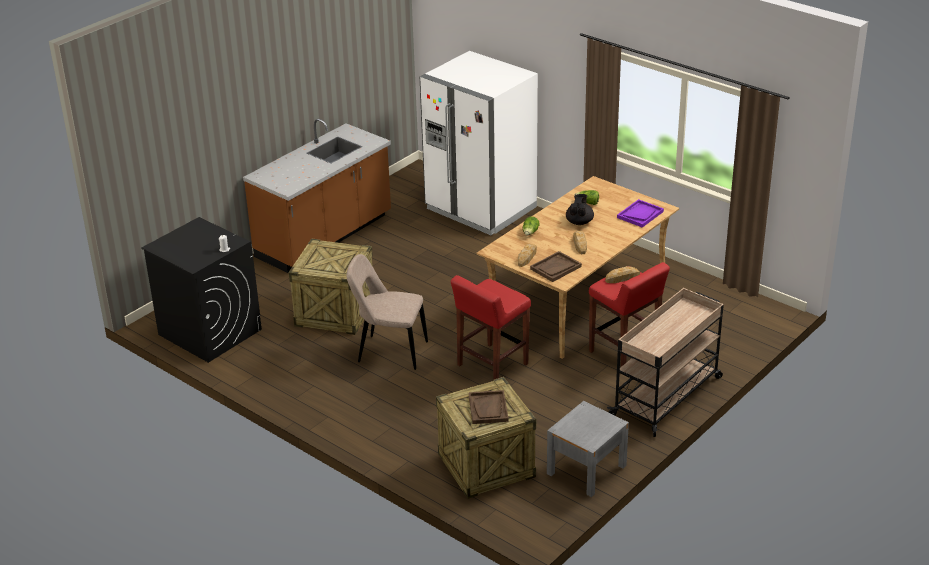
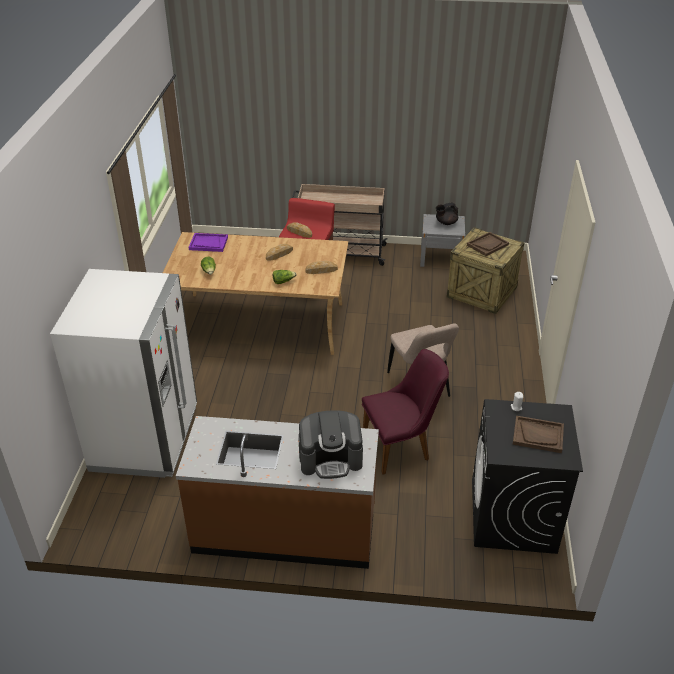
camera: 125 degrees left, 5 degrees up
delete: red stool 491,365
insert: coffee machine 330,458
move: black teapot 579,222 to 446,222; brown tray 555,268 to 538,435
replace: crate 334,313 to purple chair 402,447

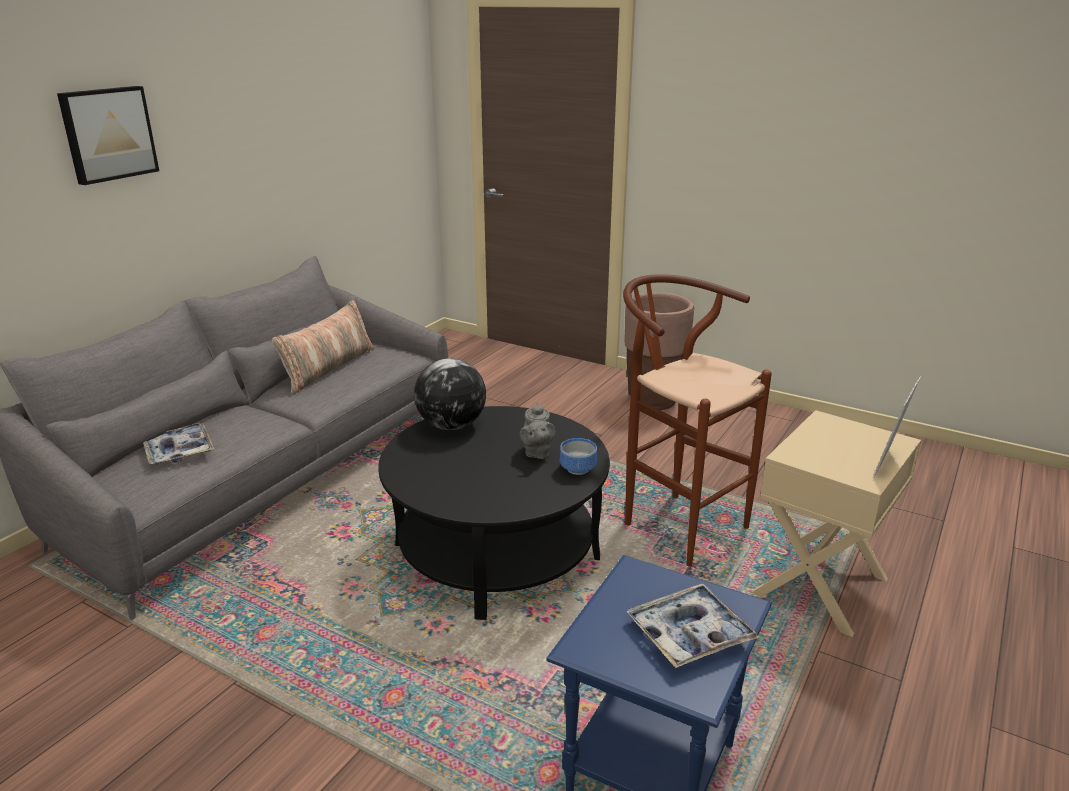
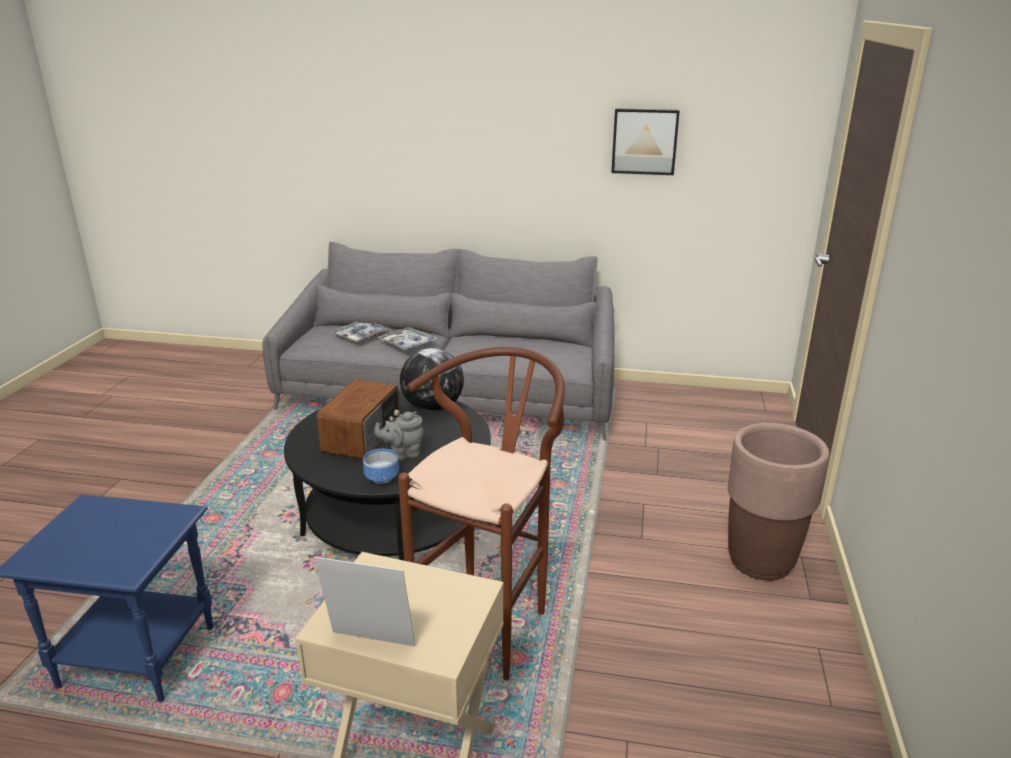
camera: 70 degrees right, 0 degrees up
delete: pillow 328,368
insert: radio 363,438
move: picture 108,134 to 644,141; tray 689,634 to 407,344

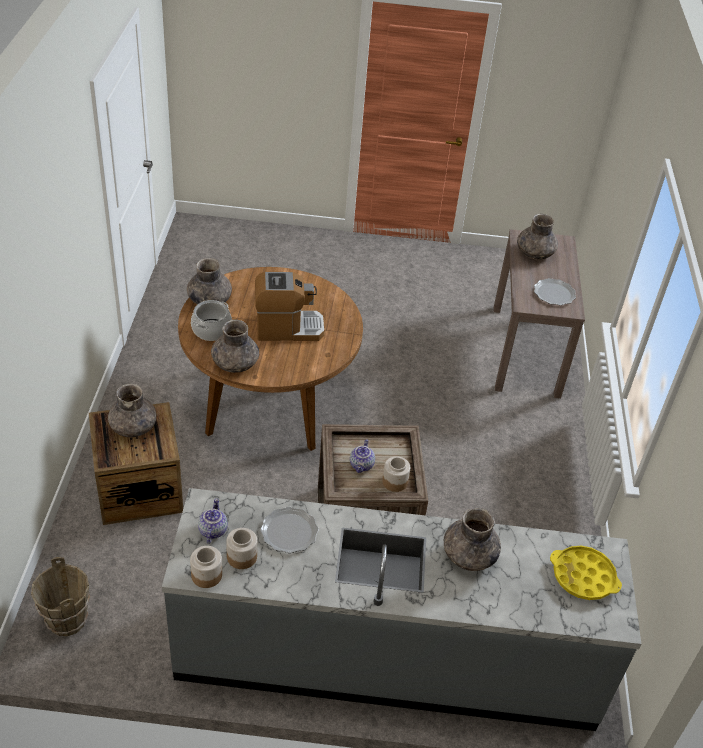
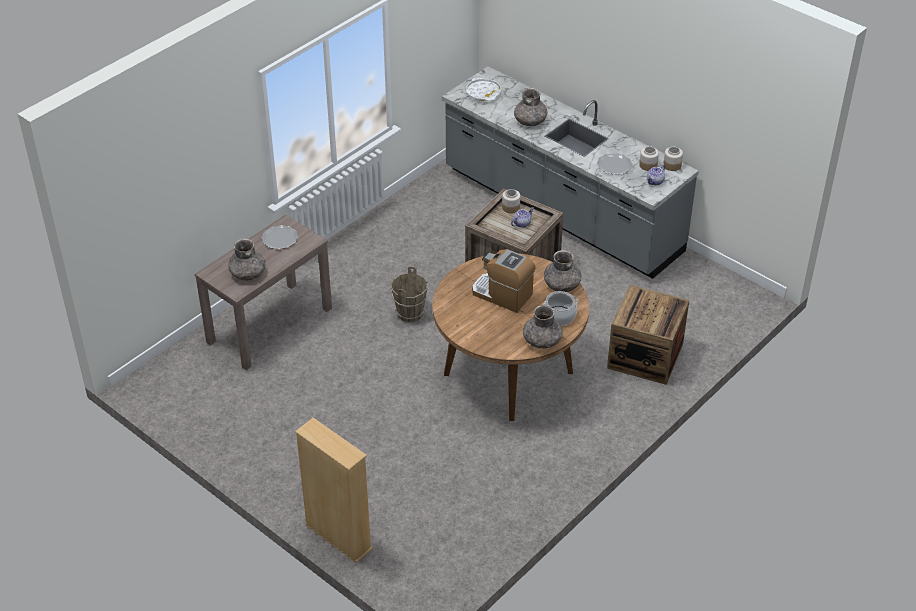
camera: 140 degrees left, 0 degrees up
delete: grey vase 133,427
insert: beige bookcase 338,537
move: brown bucket 66,620 to 410,313
recolor: yellow tray 583,576 to white tray 483,93

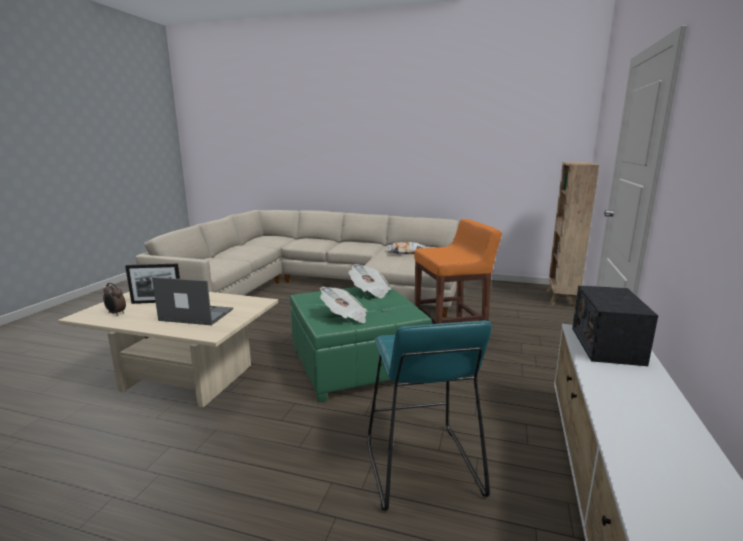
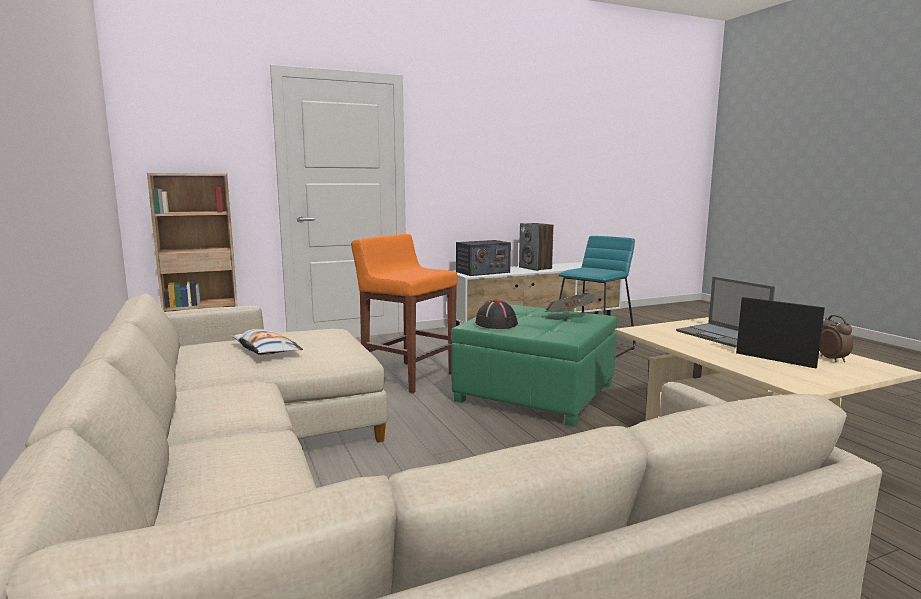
camera: 130 degrees left, 5 degrees down
insert: speaker 535,268
replace: newspaper 370,292 to black hat 495,324

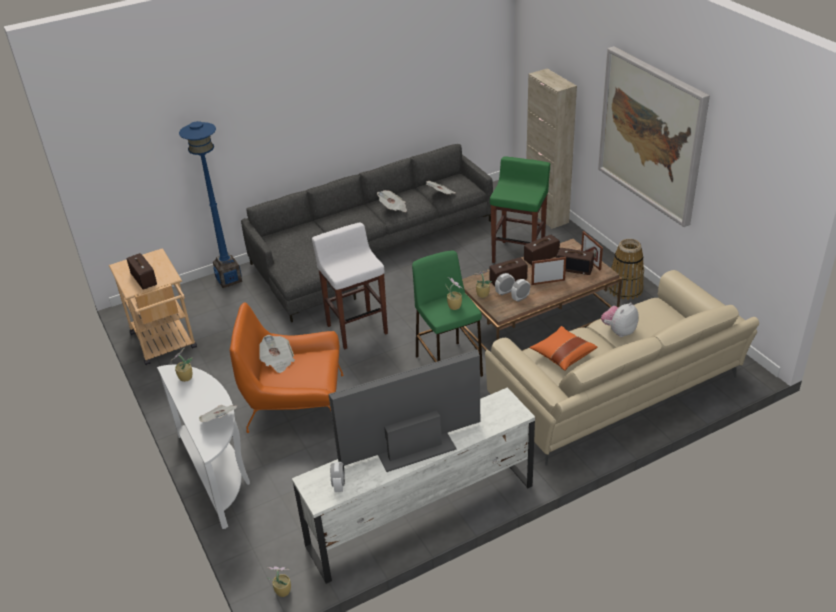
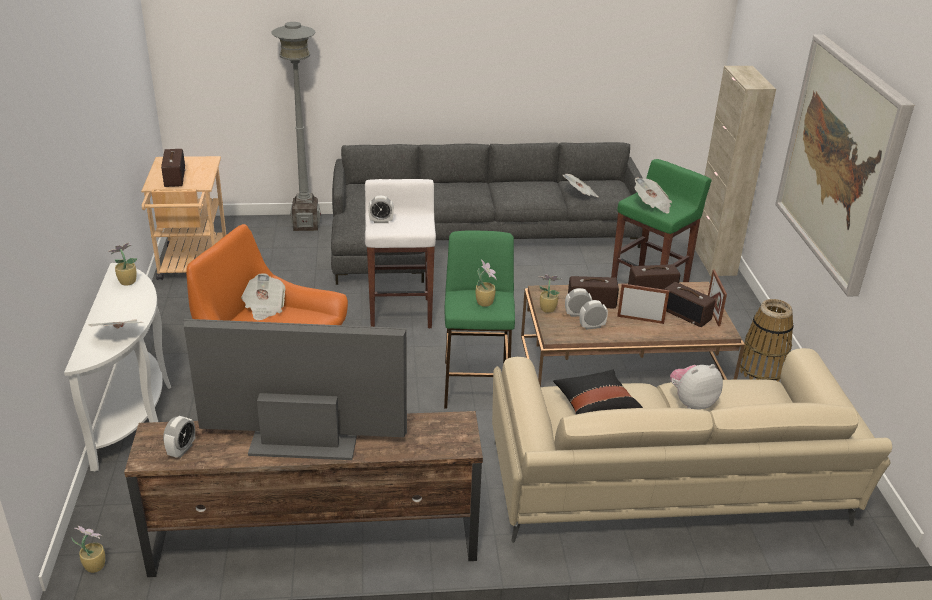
camera: 20 degrees right, 5 degrees down
insert: alarm clock 381,221
move: newspaper 393,208 to 652,205
recolor: blue floor lamp 229,279 to grey floor lamp 306,224; orange pillow 562,355 to black pillow 595,406; white tv stand 420,515 to brown tv stand 314,542

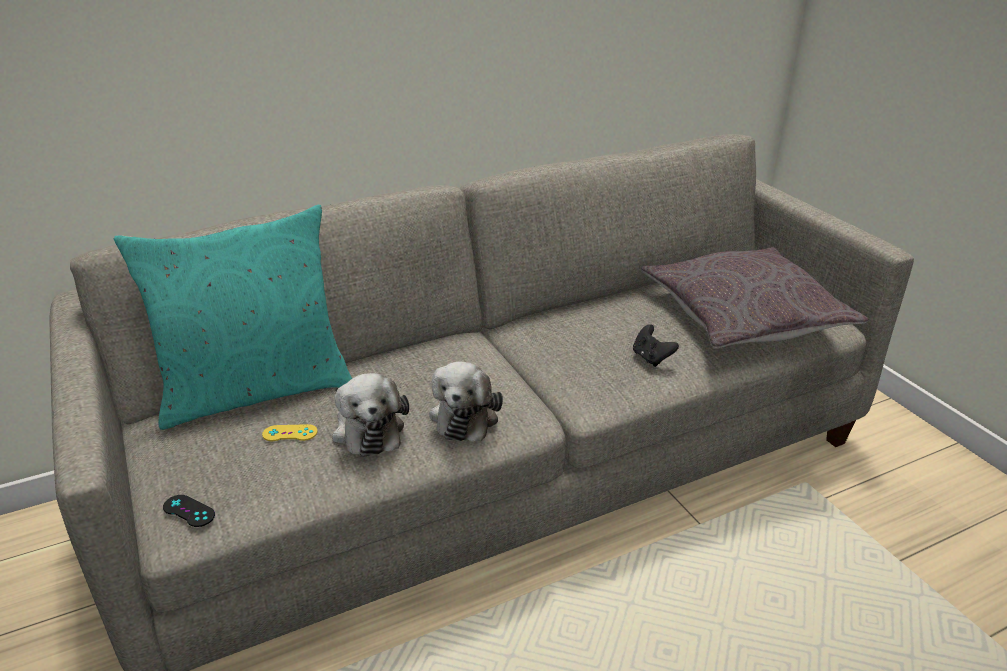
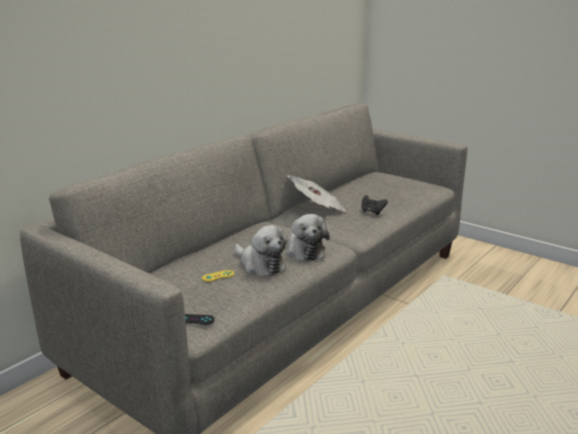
camera: 25 degrees left, 10 degrees down
delete: turquoise pillow 256,390; grey pillow 743,314
insert: newspaper 317,208

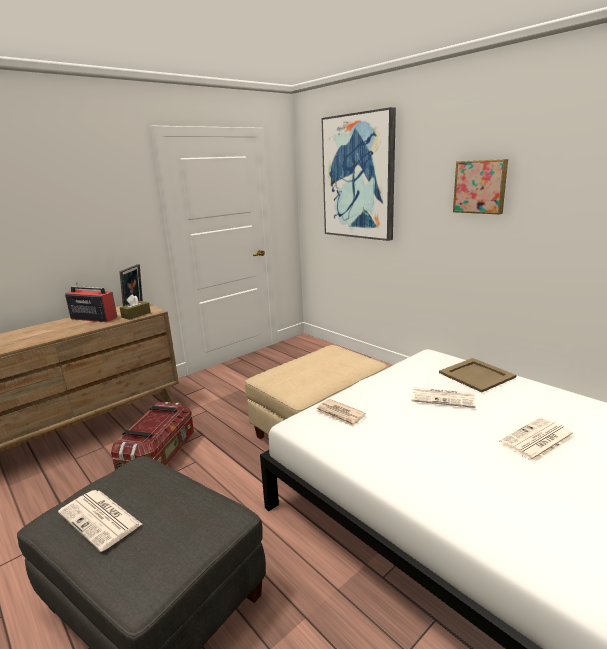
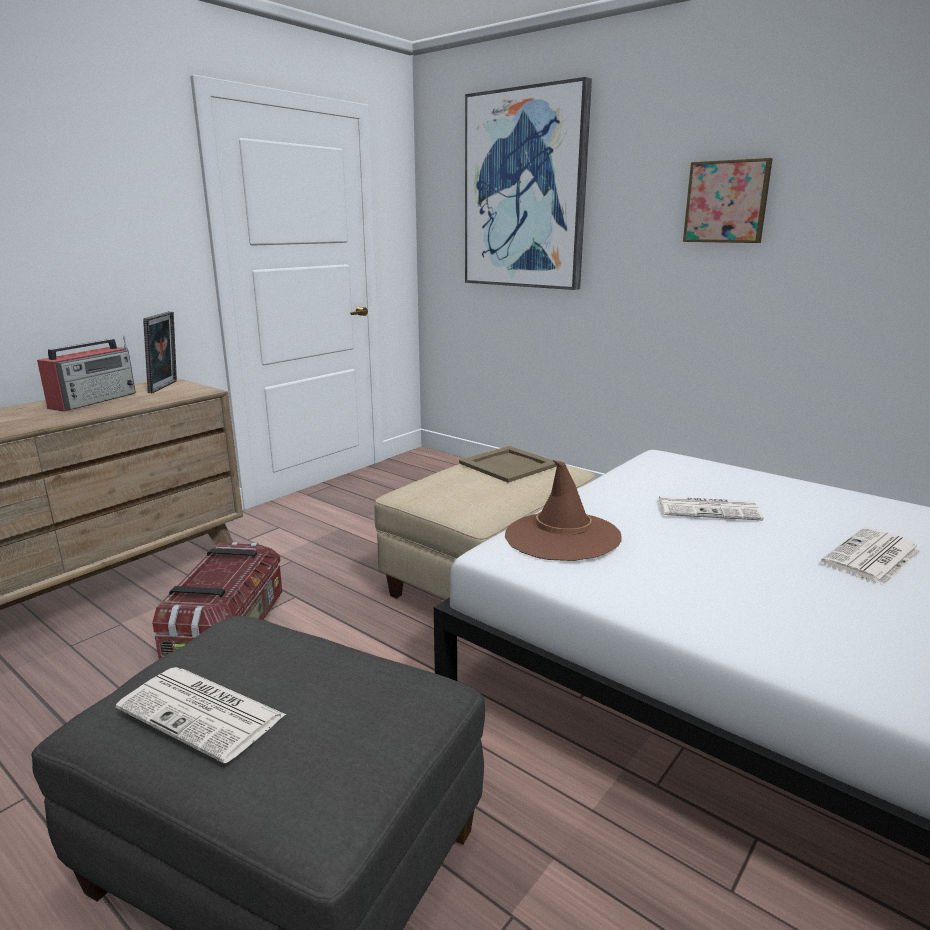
camera: 10 degrees left, 0 degrees up
delete: brown tissue box 136,315
move: beige tray 477,375 to 509,464
replace: newspaper 340,414 to brown hat 562,537
rotate: radio 93,318 = 95,400 105 degrees clockwise

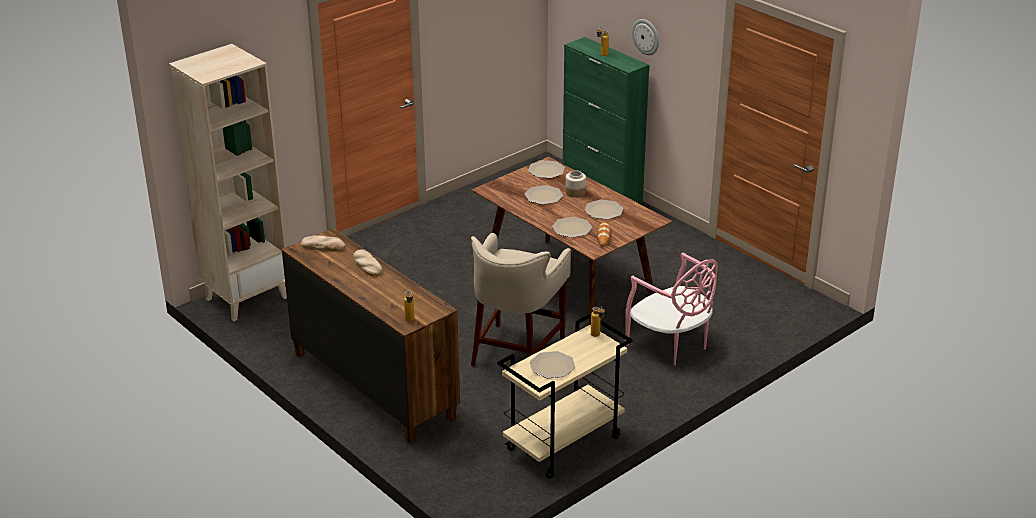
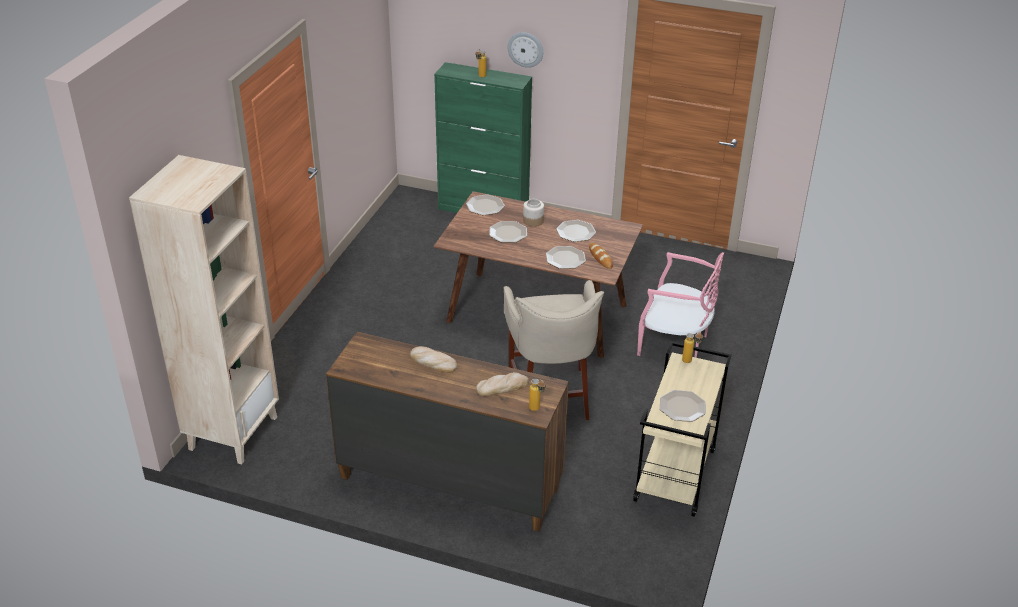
camera: 30 degrees left, 5 degrees up
move: bread 323,246 to 502,386

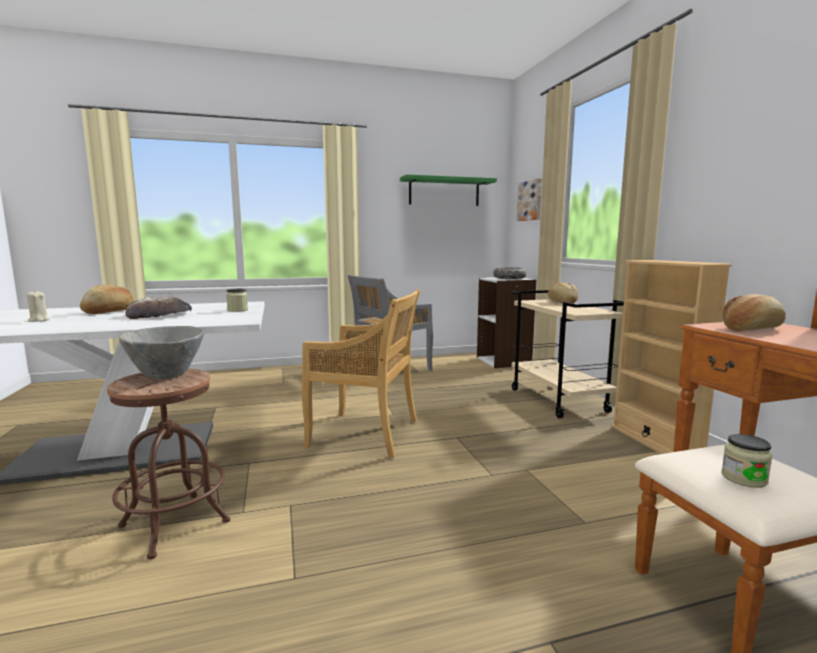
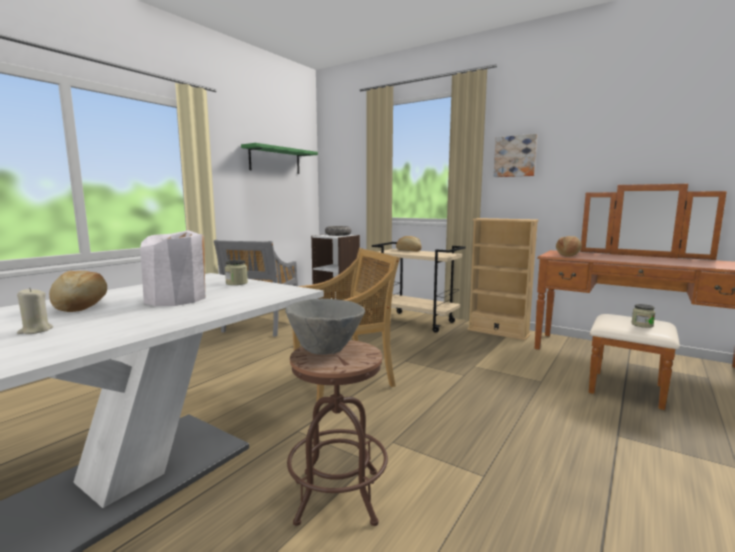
camera: 40 degrees left, 0 degrees up
move: picture 530,200 to 515,156
replace: bread 160,315 to white vase 176,299

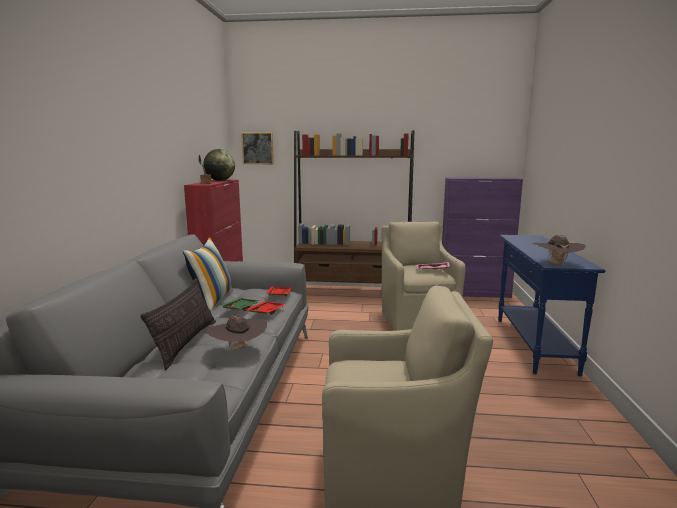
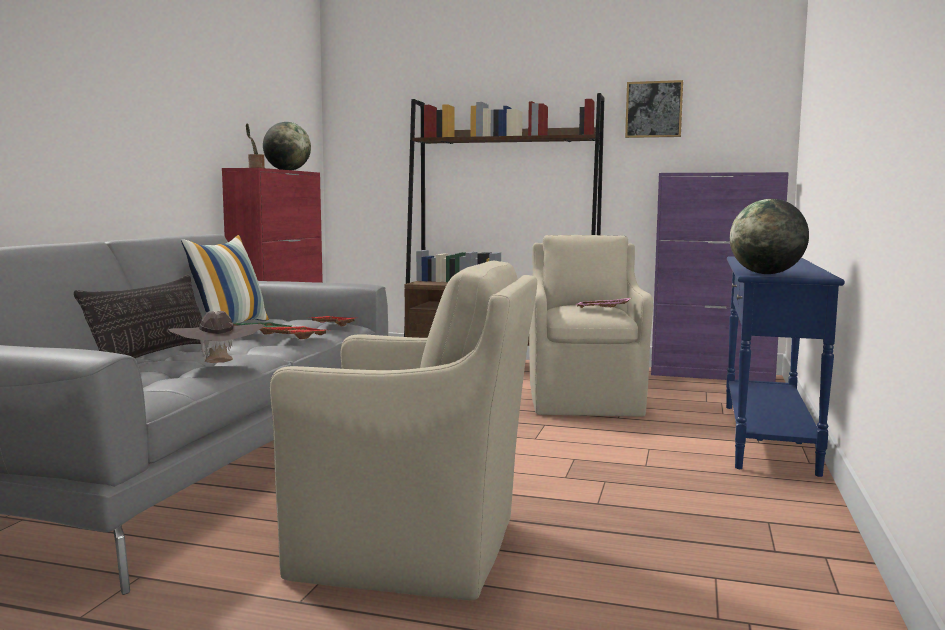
camera: 10 degrees right, 5 degrees down
move: picture 257,148 to 654,109
replace: brown hat 556,264 to globe 766,274

